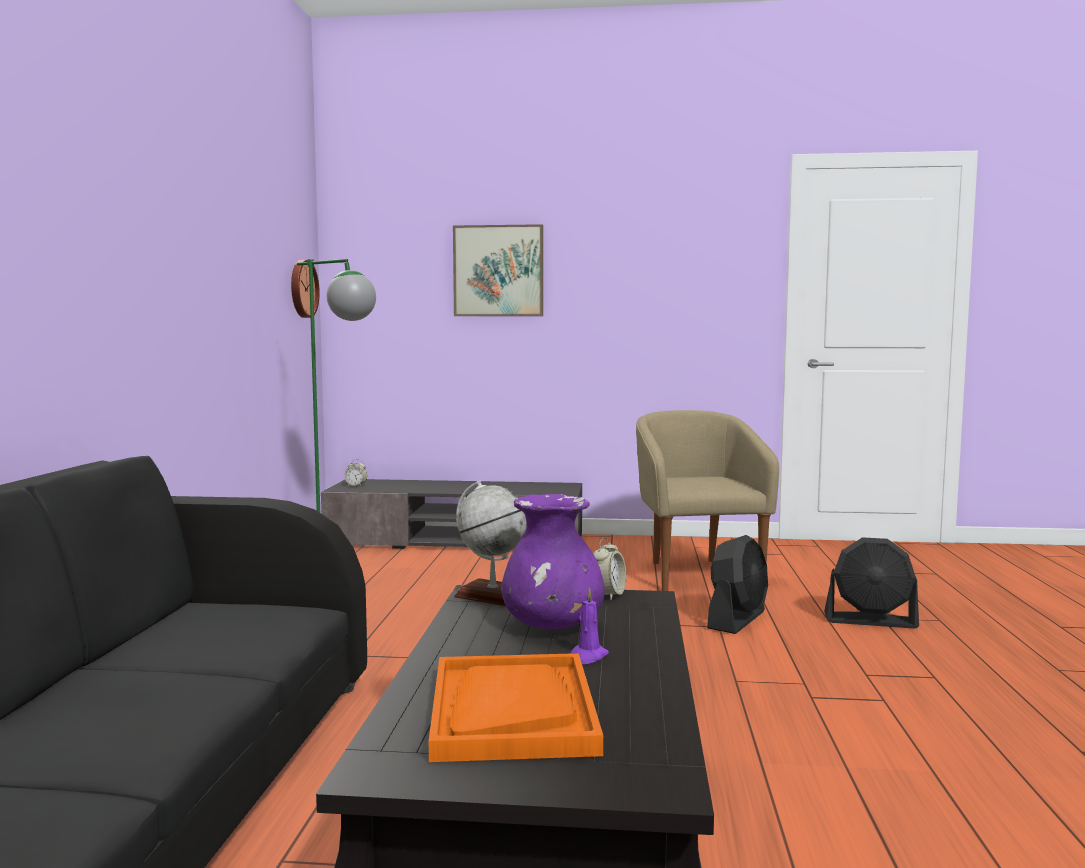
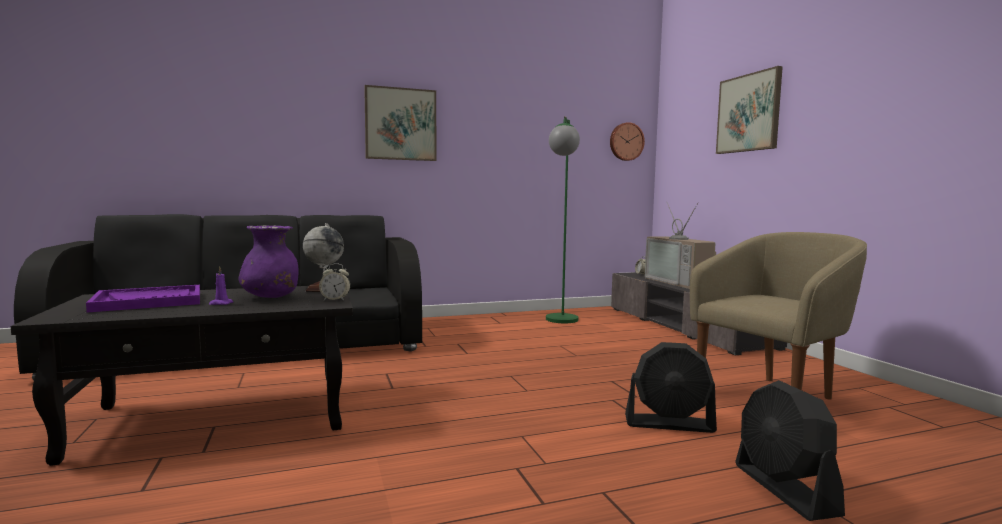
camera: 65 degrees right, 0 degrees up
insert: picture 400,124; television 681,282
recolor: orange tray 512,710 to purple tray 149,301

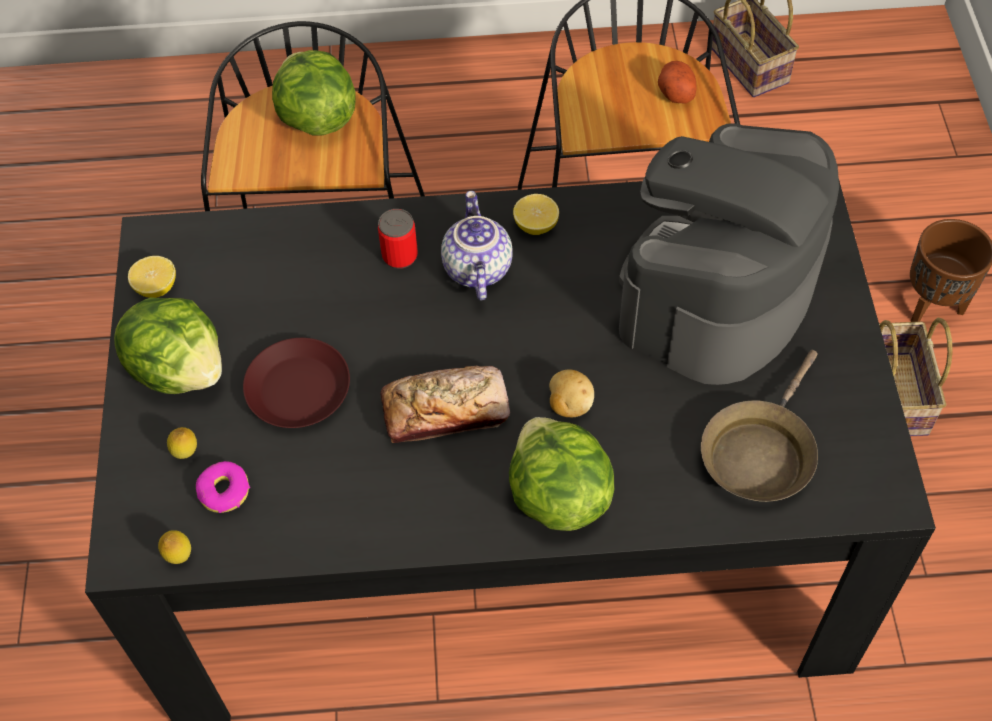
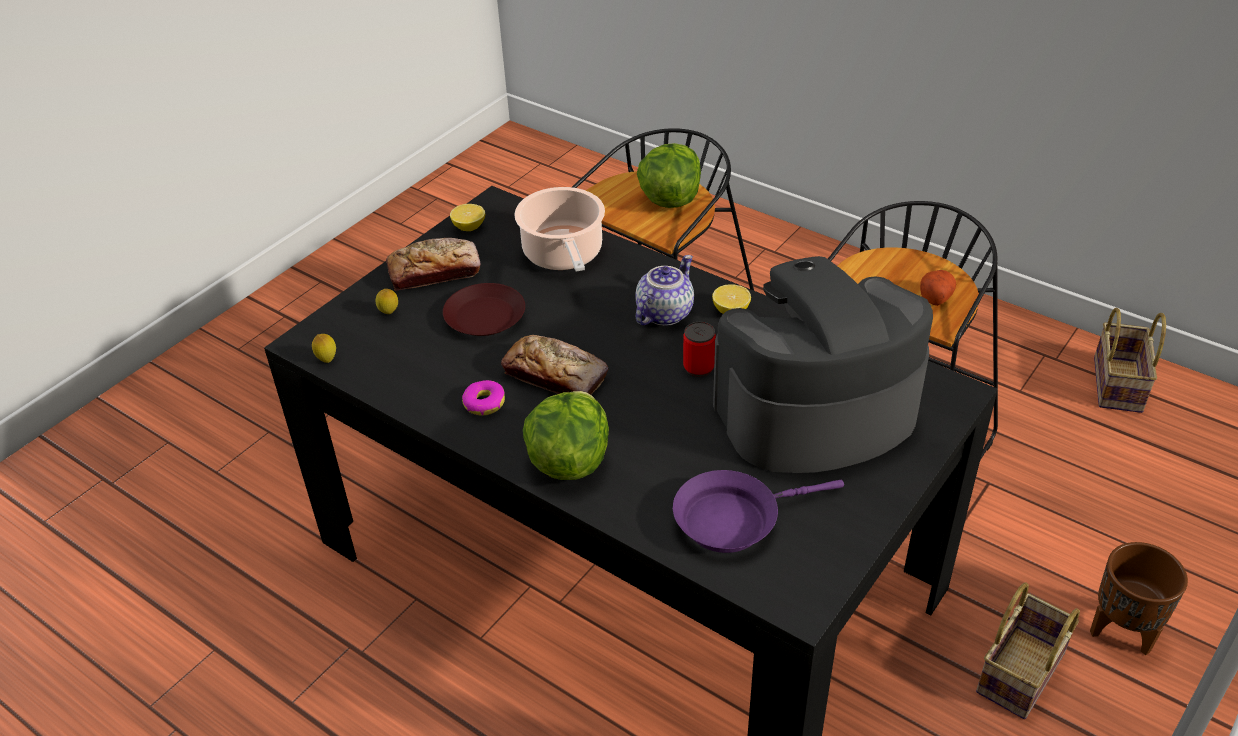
camera: 40 degrees right, 15 degrees down
delete: potato 569,404
insert: cooking pot 563,255
move: can 400,256 to 698,367; donut 224,492 to 484,403
replace: lettuce 180,369 to bread 434,272
recolor: brown frying pan 759,452 to purple frying pan 734,519

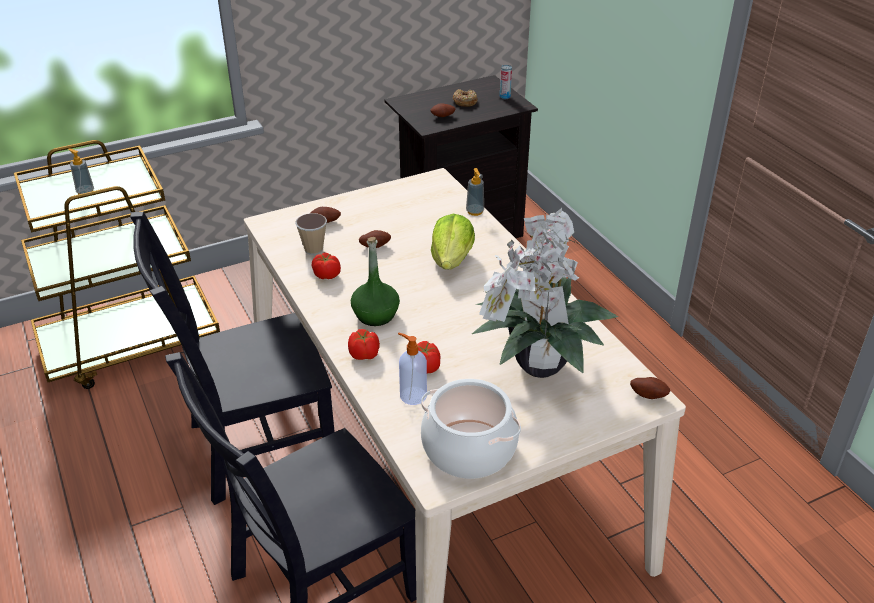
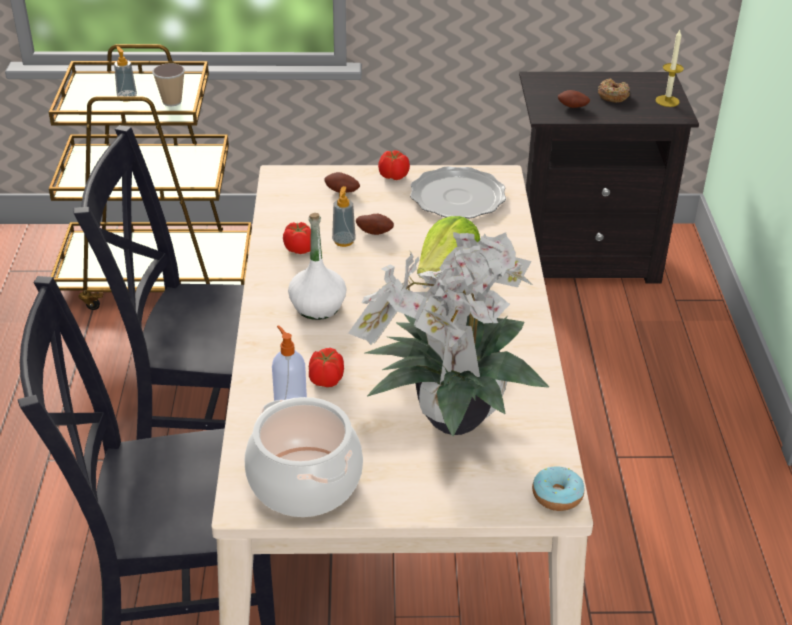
camera: 25 degrees right, 0 degrees up
insert: plate 458,197
move: soap dispenser 475,211 to 343,241; cup 313,249 to 172,102; tomato 364,355 to 394,176
replace: can 505,97 to candle 667,101; potato 648,394 to donut 557,495
recolor: green bottle 375,315 to white bottle 317,307

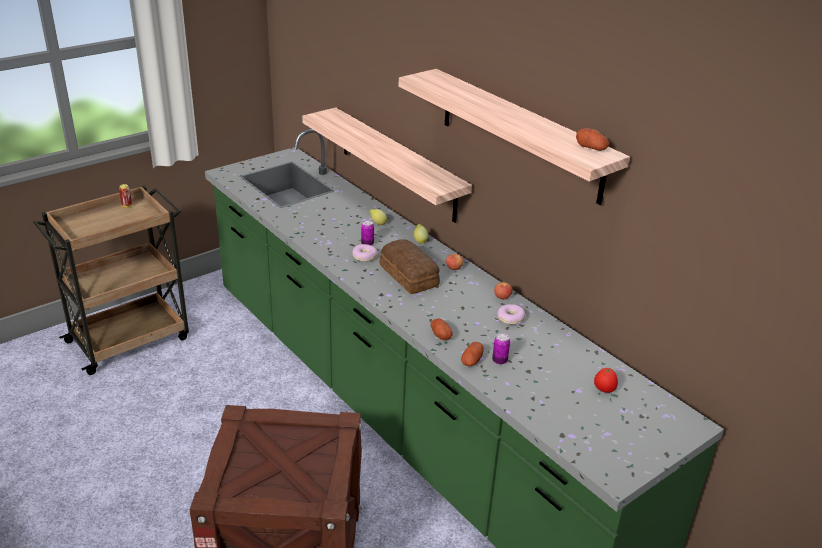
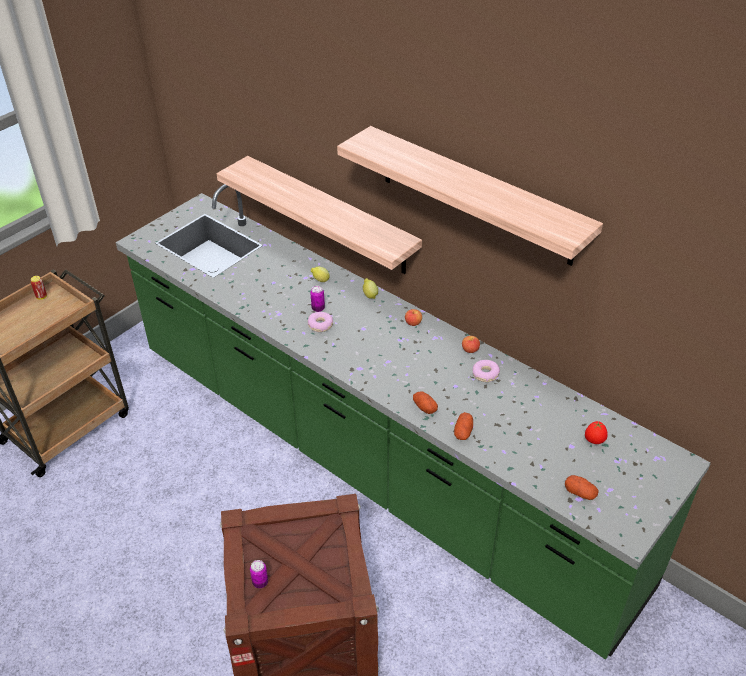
camera: 10 degrees left, 10 degrees up
delete: bread 409,275
move: potato 591,148 to 580,493; can 499,360 to 260,582

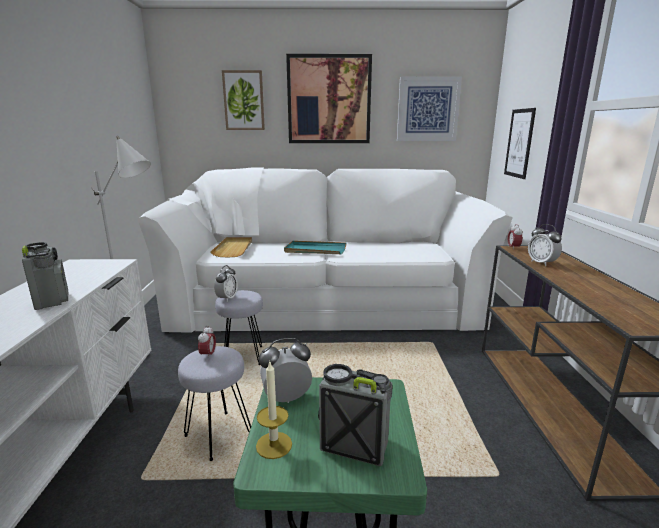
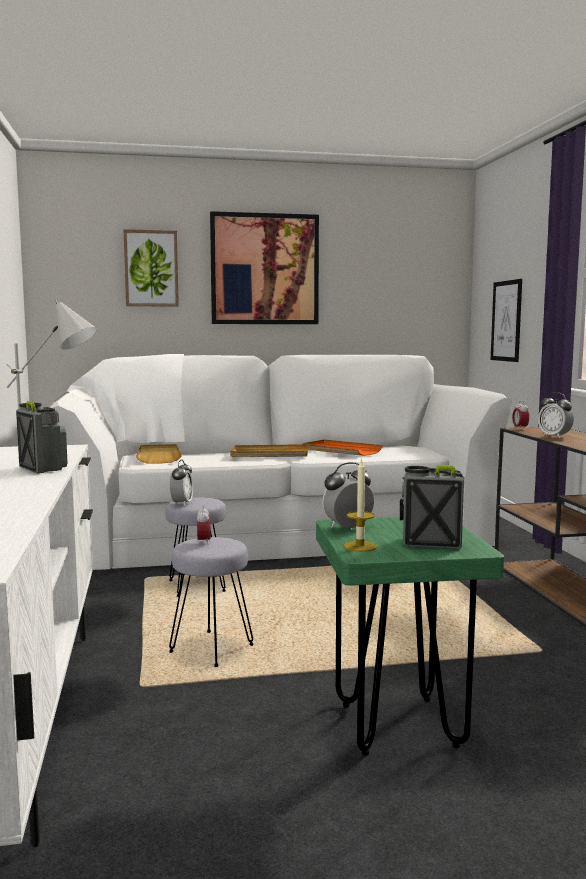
camera: 10 degrees left, 10 degrees down
delete: picture 428,109
insert: orange tray 340,450
recolor: turquoise tray 315,250 to beige tray 269,454

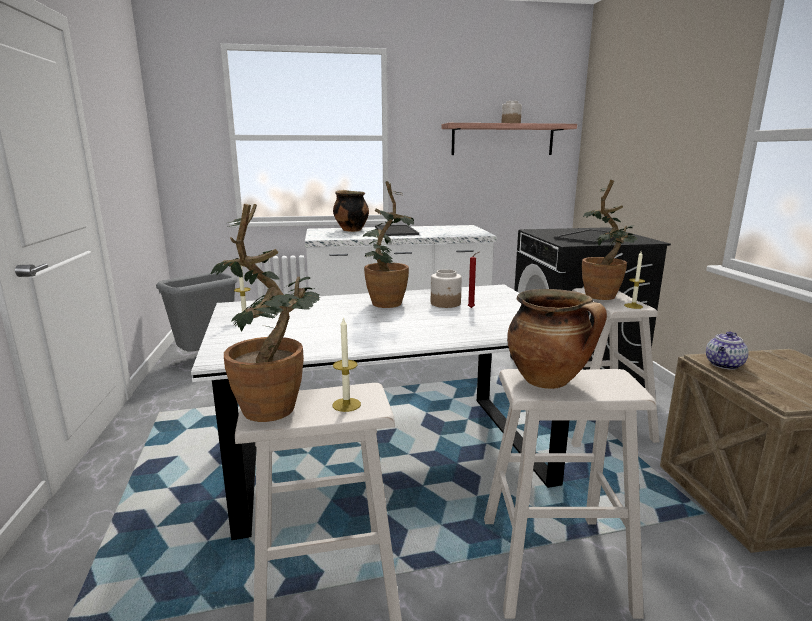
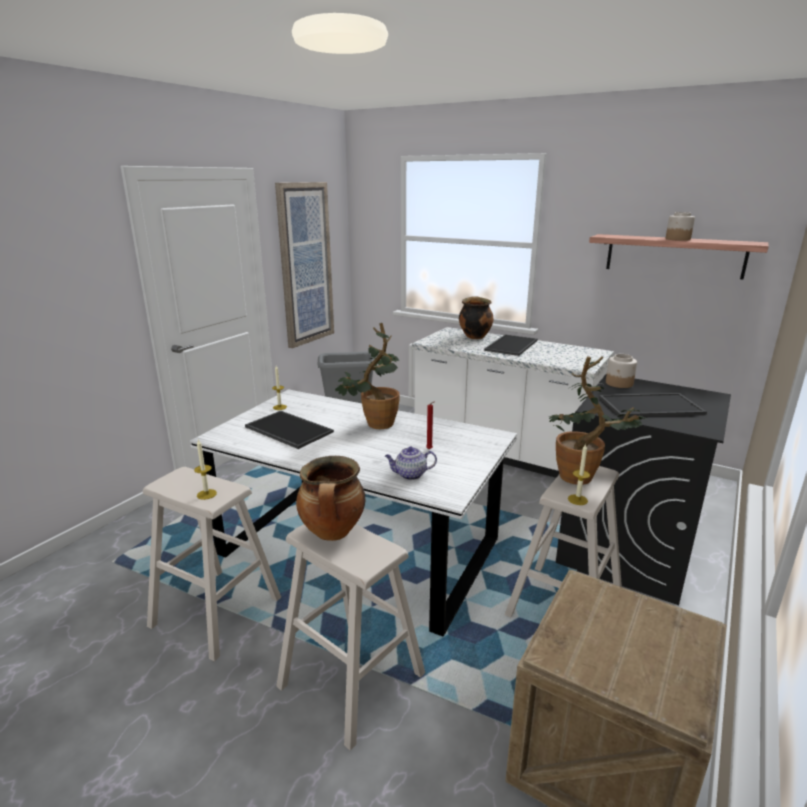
camera: 40 degrees right, 5 degrees up
delete: potted plant 278,403
insert: picture 305,265; tray 287,430
move: jar 446,303 to 619,383; teapot 724,365 to 410,475

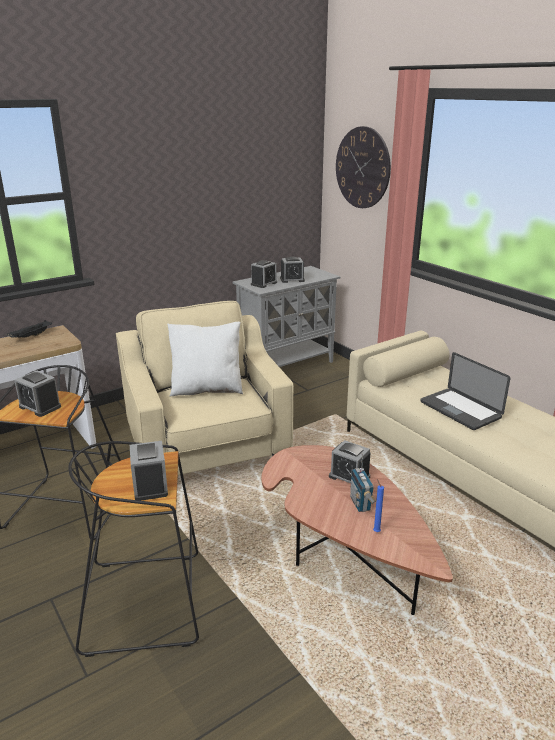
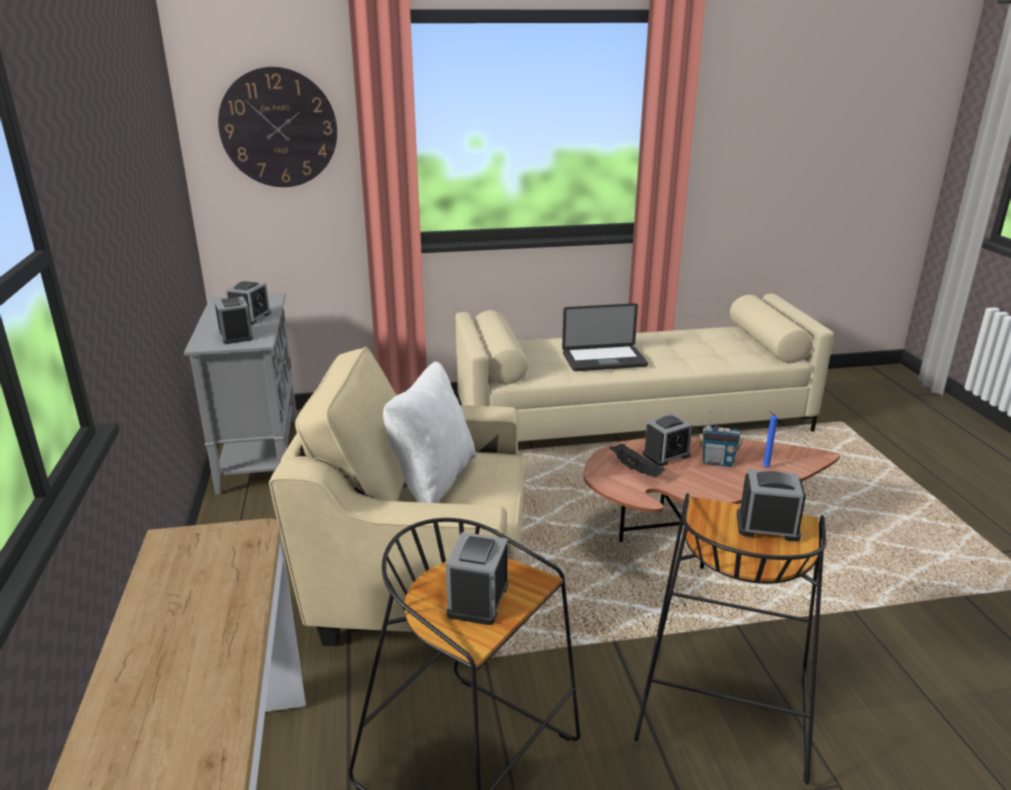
camera: 65 degrees left, 0 degrees up
move: black tray 31,337 to 636,470
rotate: alarm clock 40,407 = 478,599 135 degrees clockwise

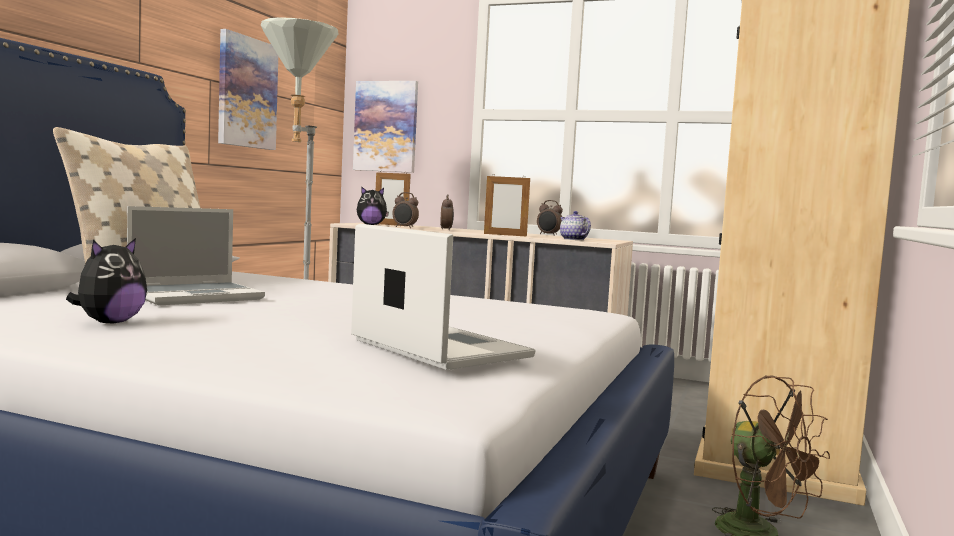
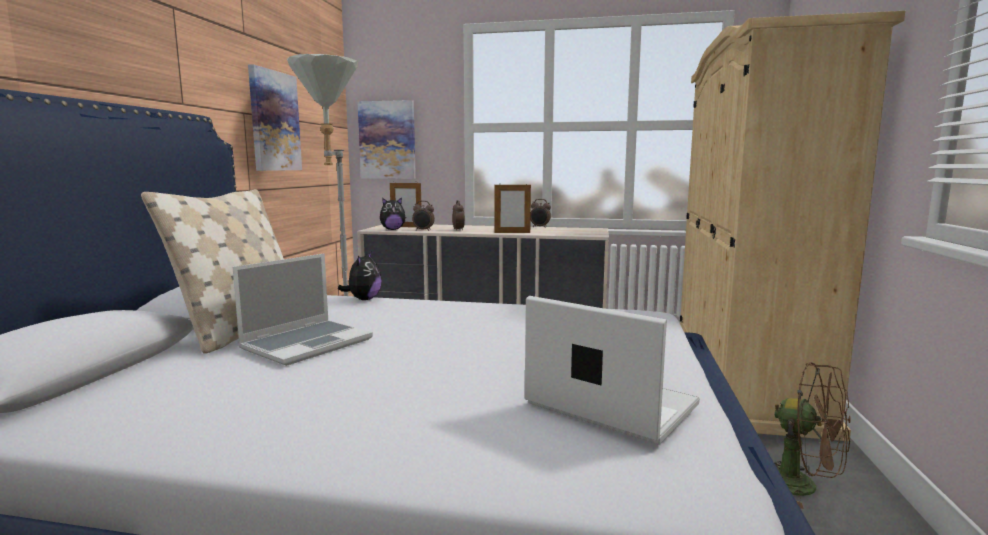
camera: 10 degrees left, 5 degrees up
delete: teapot 573,239
move: plush toy 109,322 to 363,299

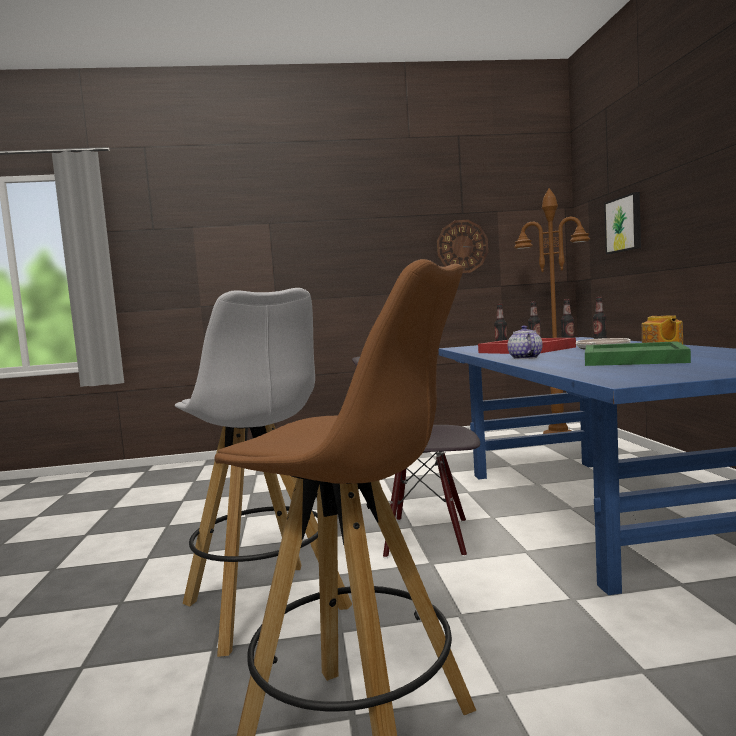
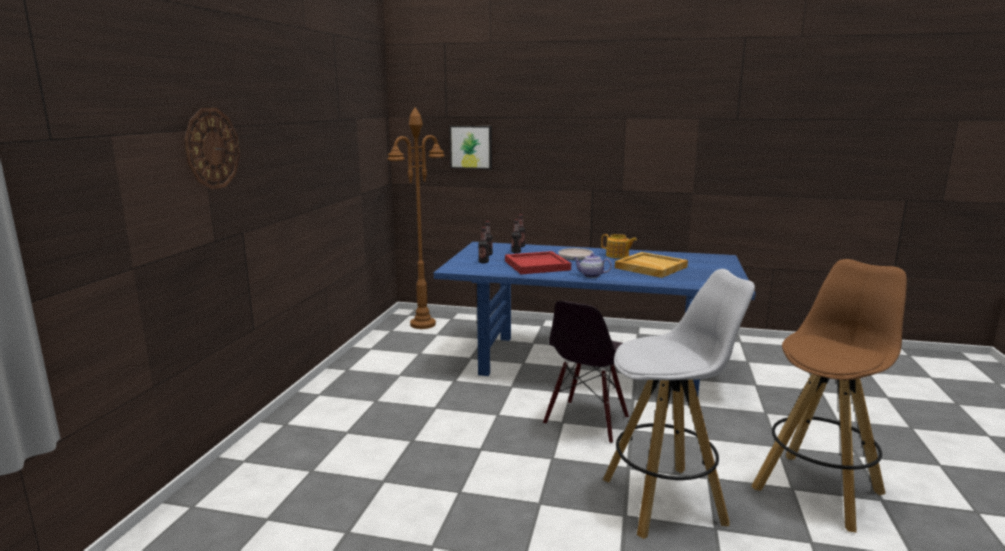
camera: 70 degrees left, 10 degrees up
move: wall clock 462,246 to 212,148
recolor: green tray 632,359 to beige tray 650,267

